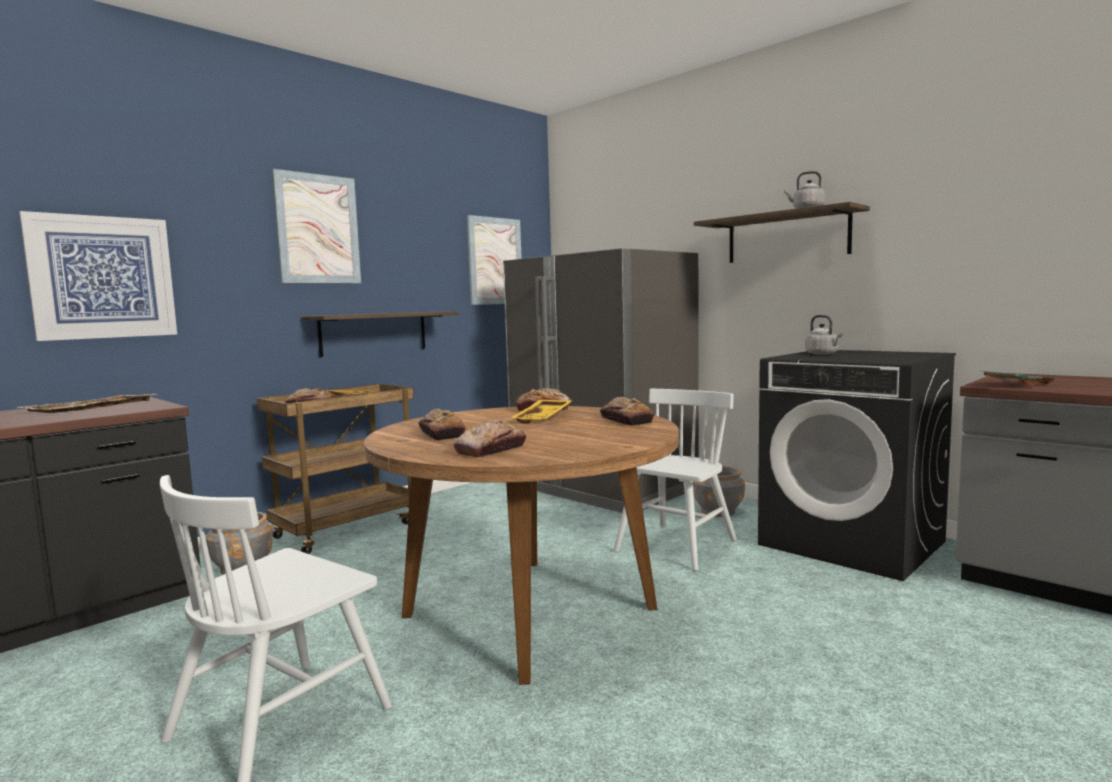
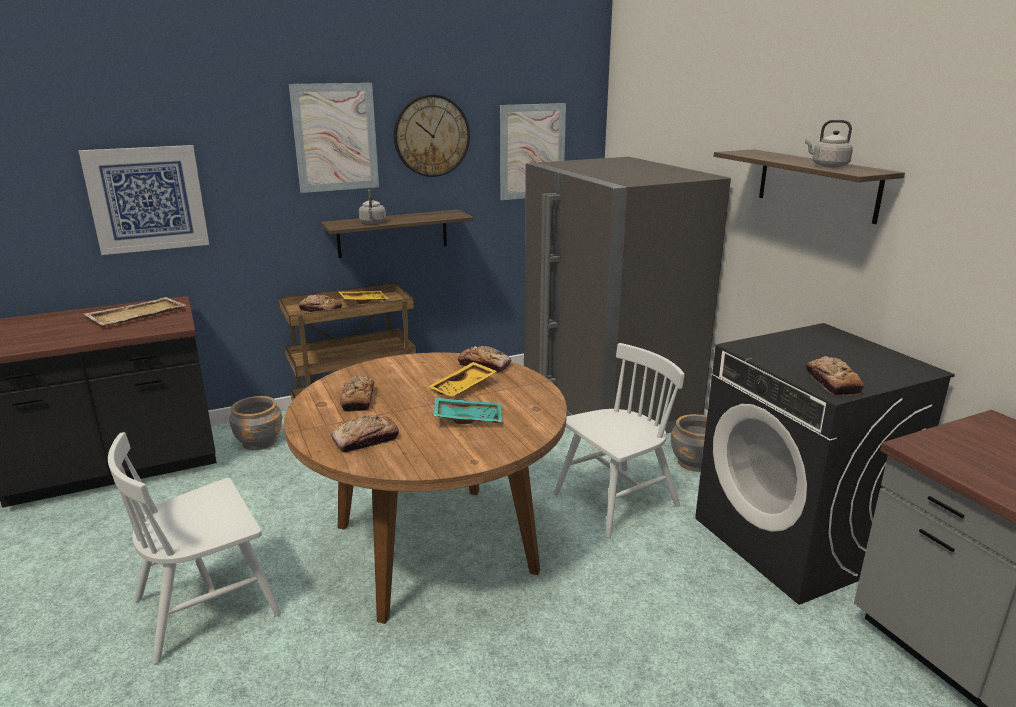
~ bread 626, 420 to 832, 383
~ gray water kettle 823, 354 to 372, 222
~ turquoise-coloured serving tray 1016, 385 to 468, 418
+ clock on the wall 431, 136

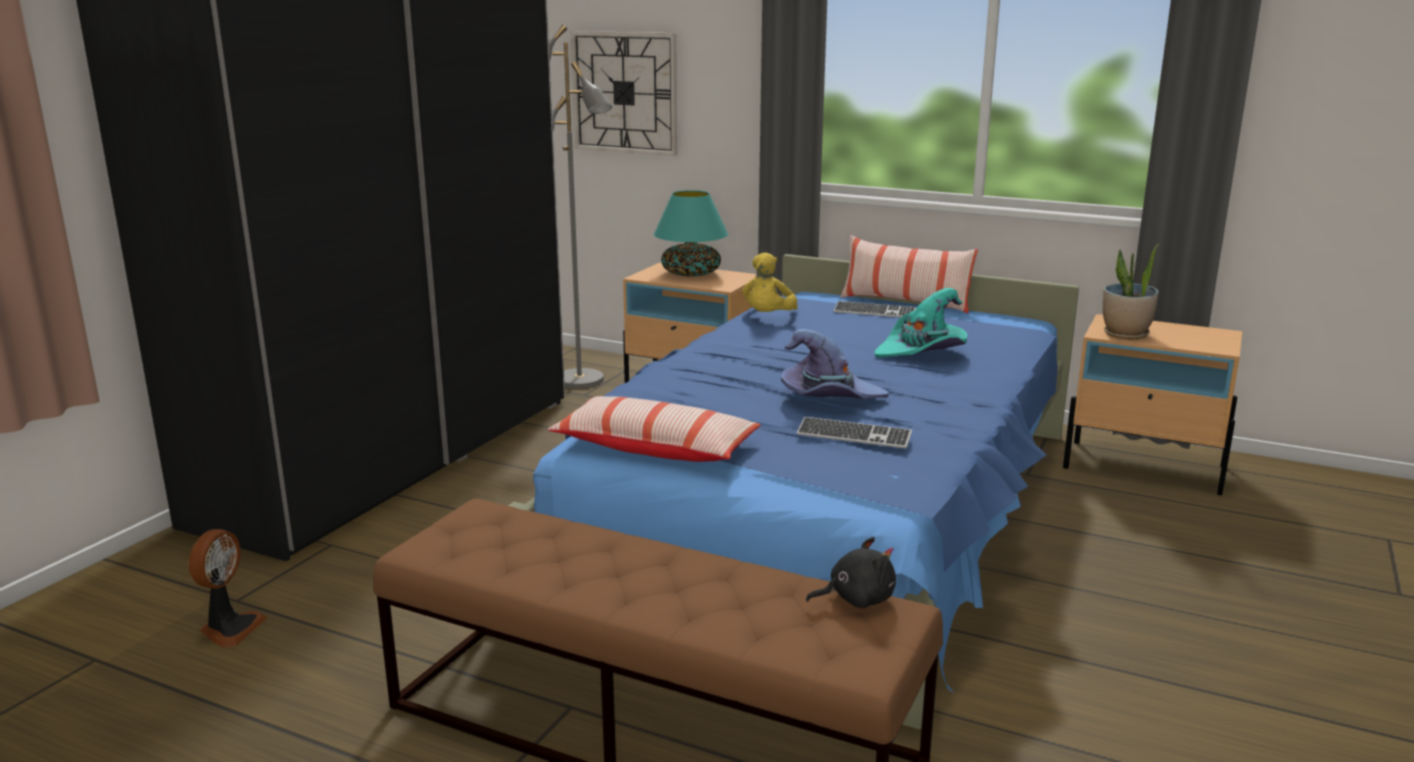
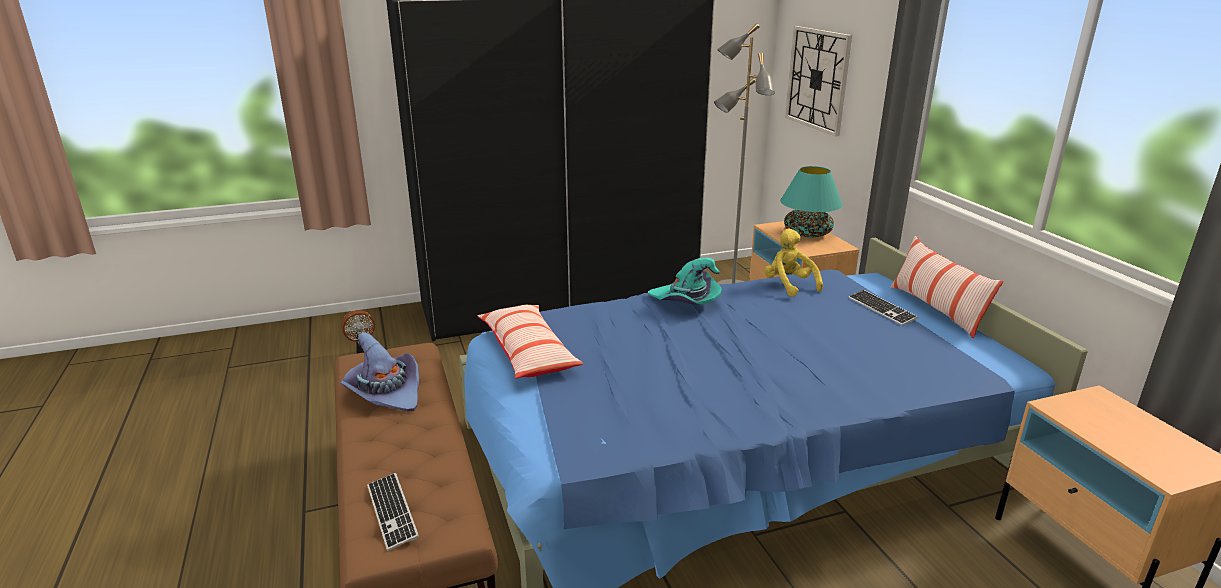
~ yellow-coloured plush toy 768, 317 = 789, 286 90 degrees clockwise
~ purplish hat 829, 397 to 385, 392
~ PC keyboard 853, 436 to 392, 512
- blackish plush toy 856, 599
~ turquoise-coloured hat 922, 351 to 686, 301
- houseplant 1125, 334

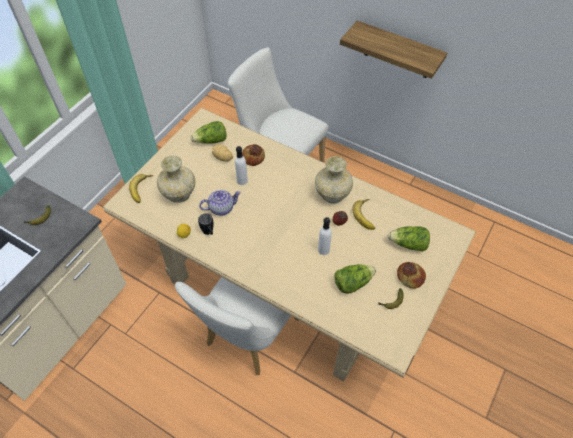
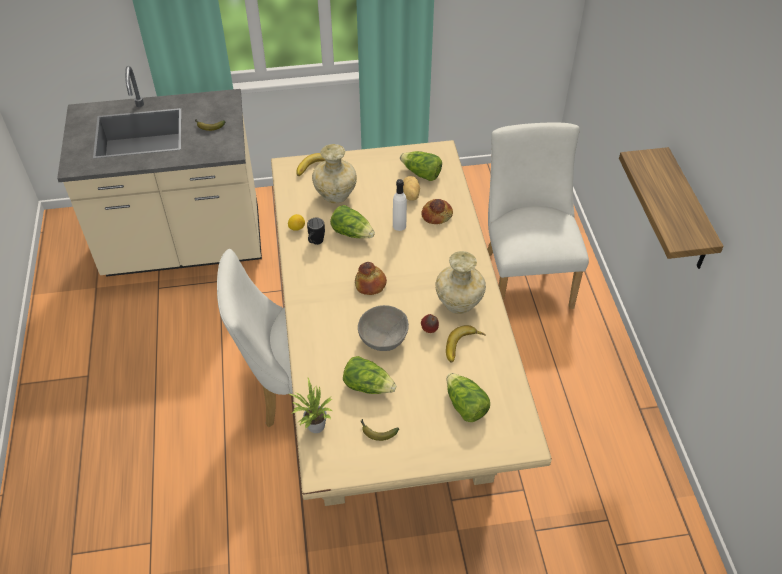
~ tea pot 221, 208 to lettuce 352, 233
~ white drink bottle 323, 250 to gray bowl 383, 338
~ bread 410, 276 to 371, 284
+ houseplant 313, 426

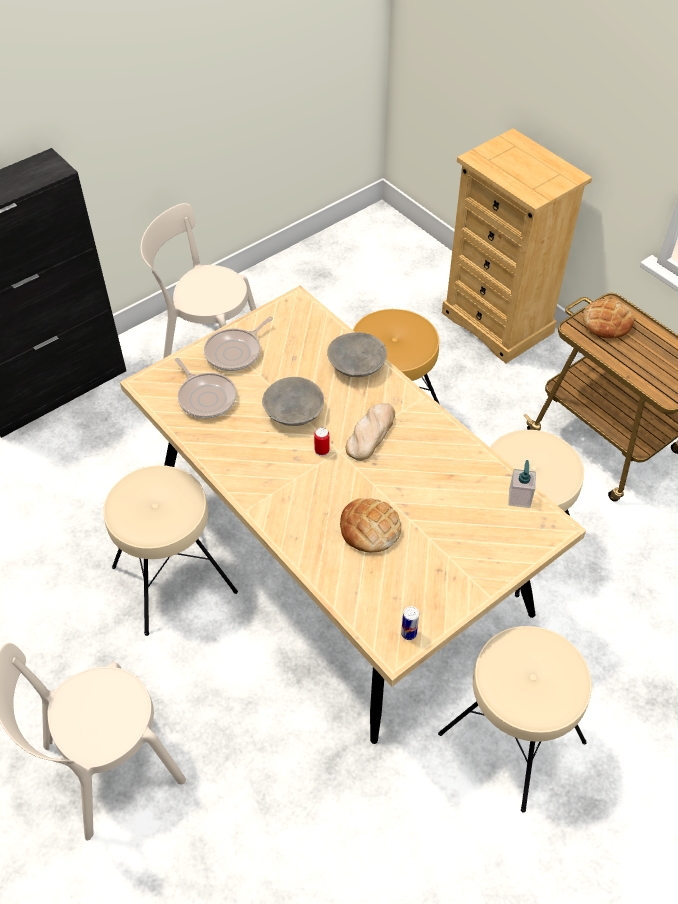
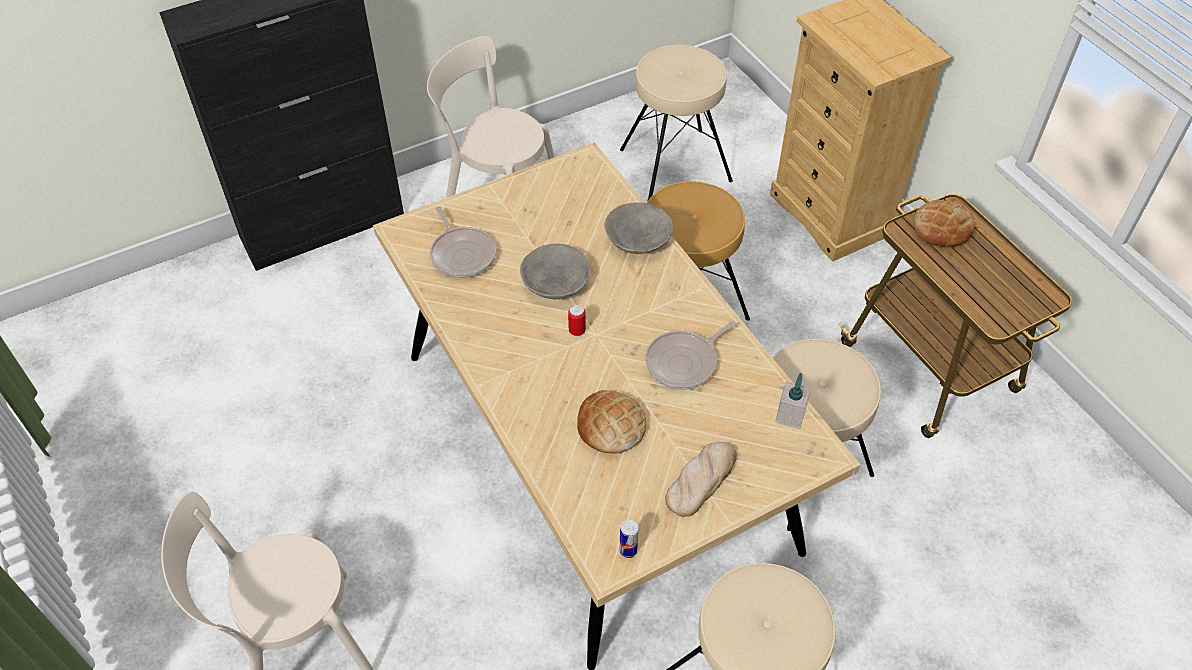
~ beige-coloured stool 173, 578 to 675, 164
~ skillet 235, 352 to 684, 363
~ bread 370, 433 to 701, 480

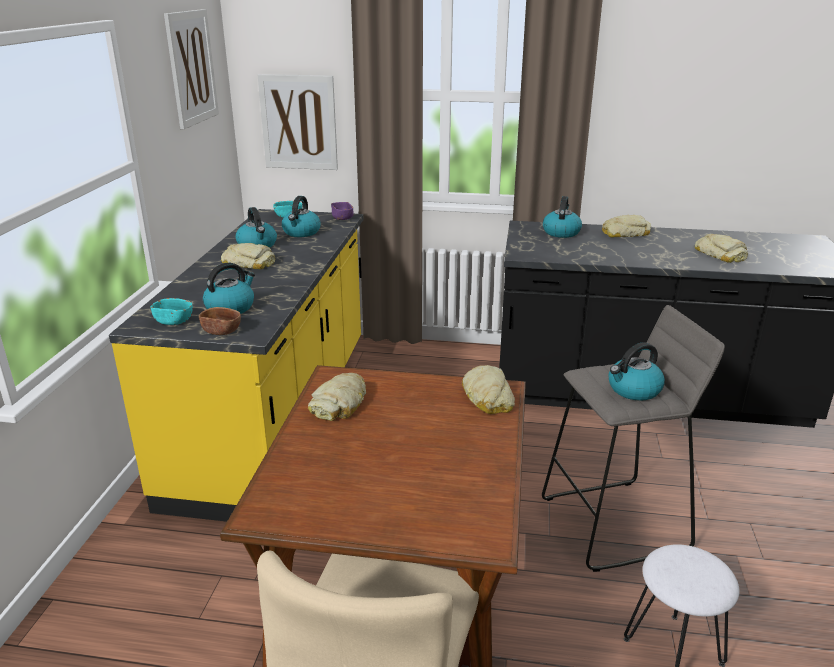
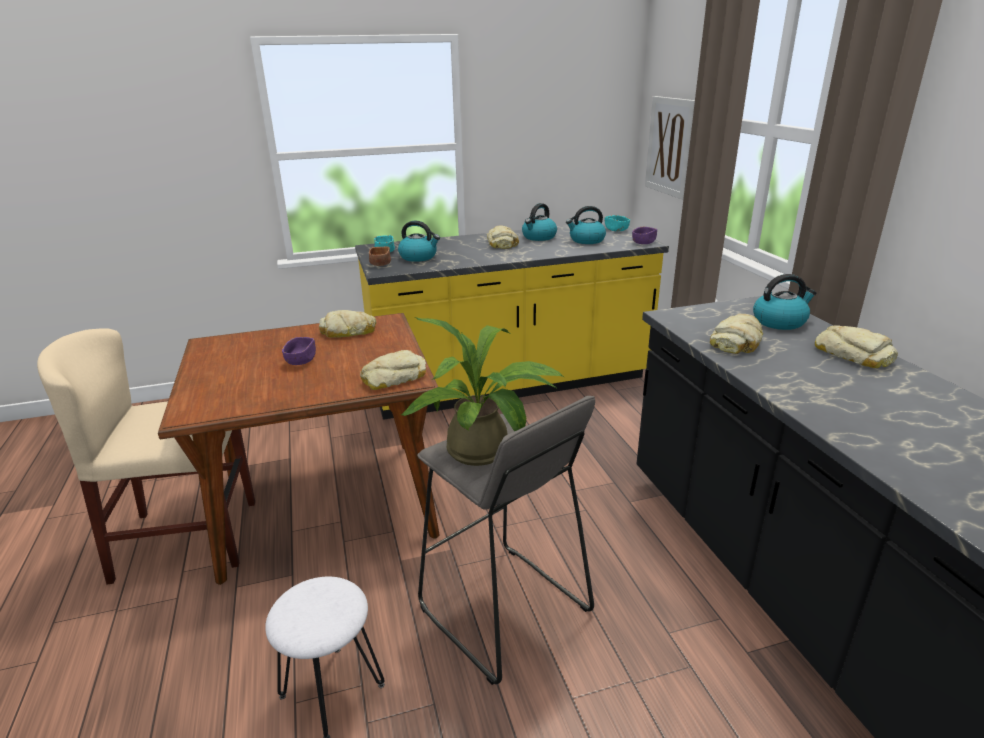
- picture 191, 68
~ water kettle 633, 390 to houseplant 485, 453
~ bread 720, 254 to 737, 341
+ purplish bowl 301, 360

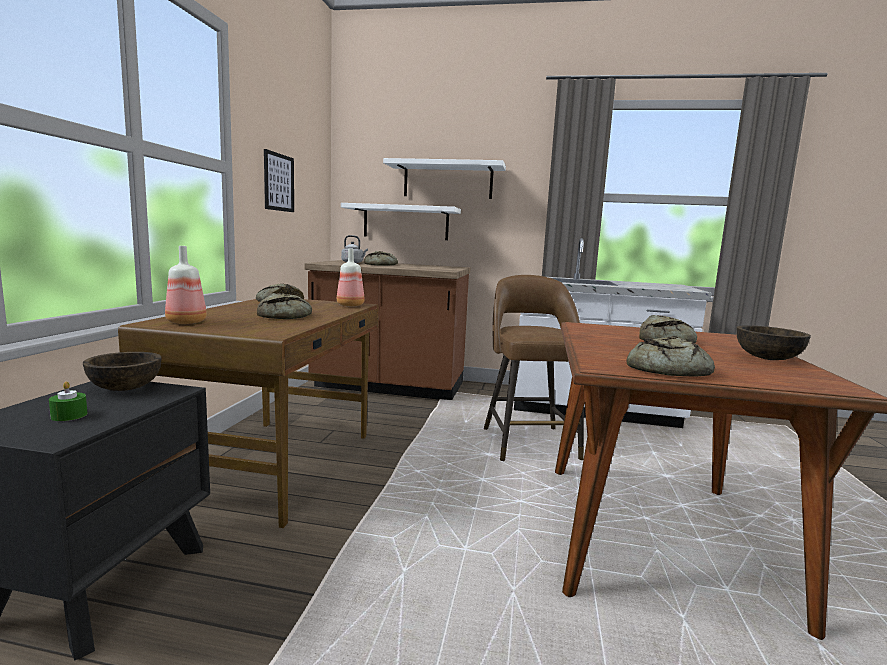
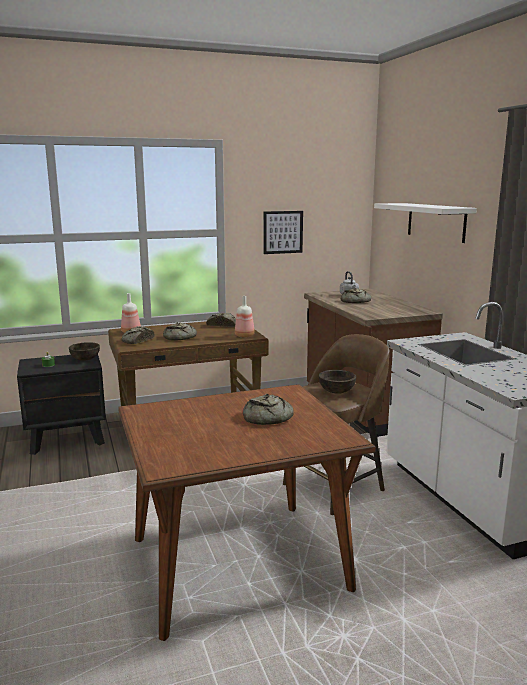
- white bracket shelf 405, 222
~ bread 665, 370 to 137, 340
~ brown-coloured bowl 768, 358 to 337, 391

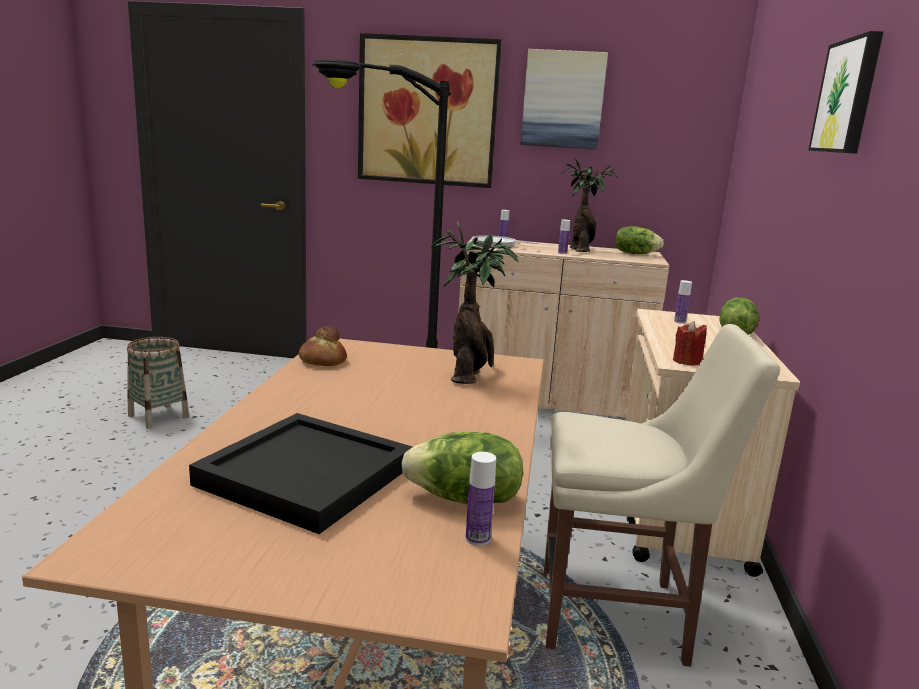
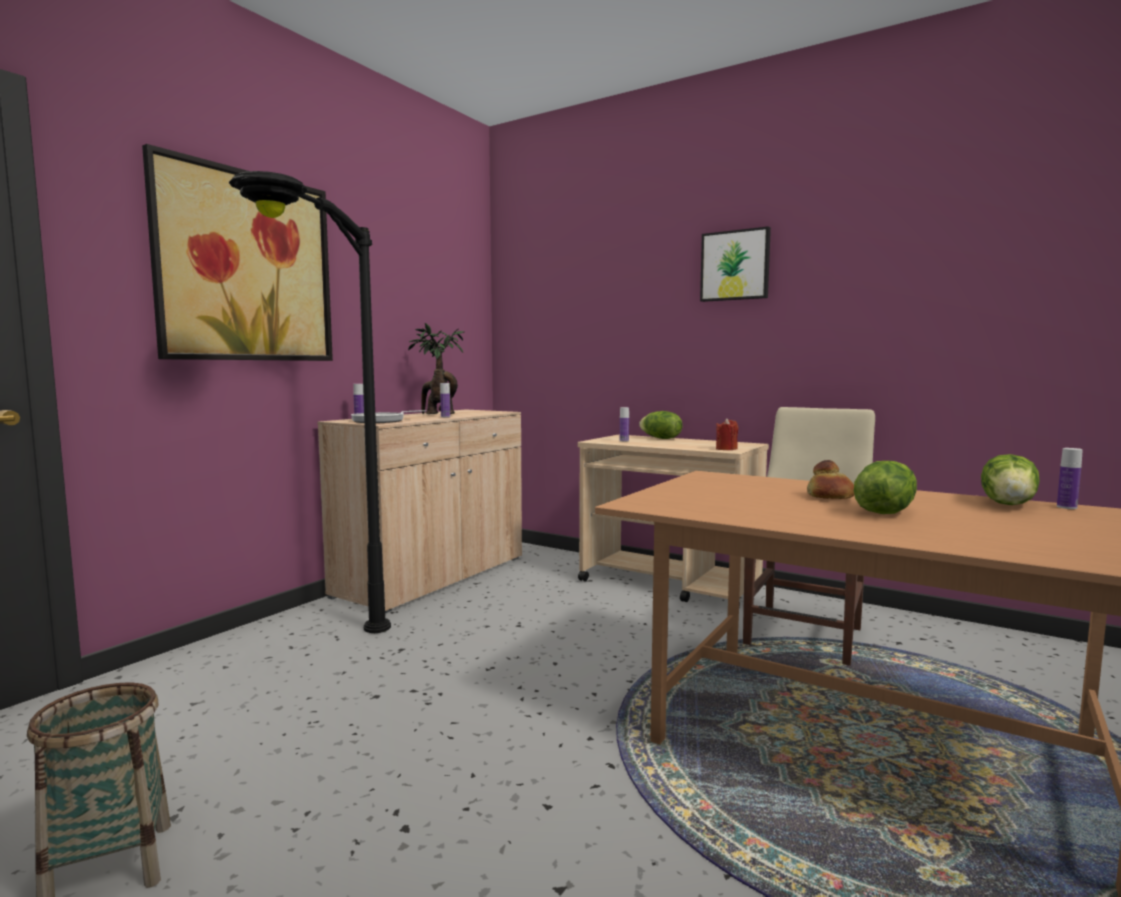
- blackish serving tray 308, 475
~ bread 322, 361 to 829, 497
- houseplant 469, 376
- picture 563, 100
~ lettuce 635, 254 to 884, 512

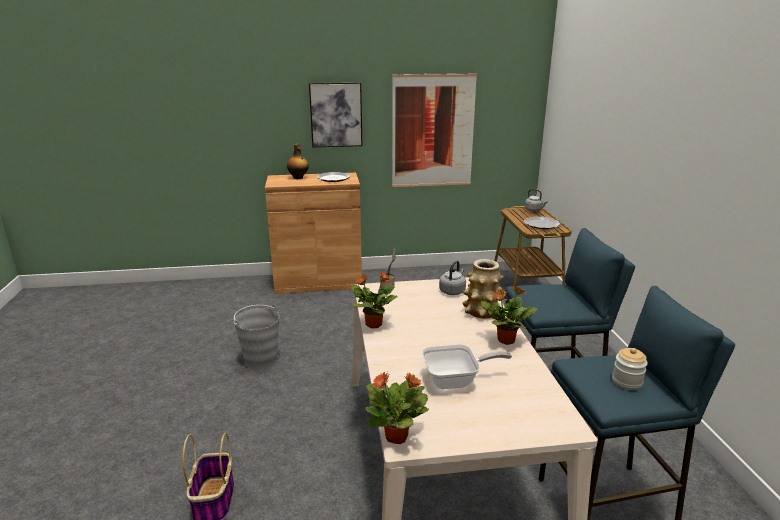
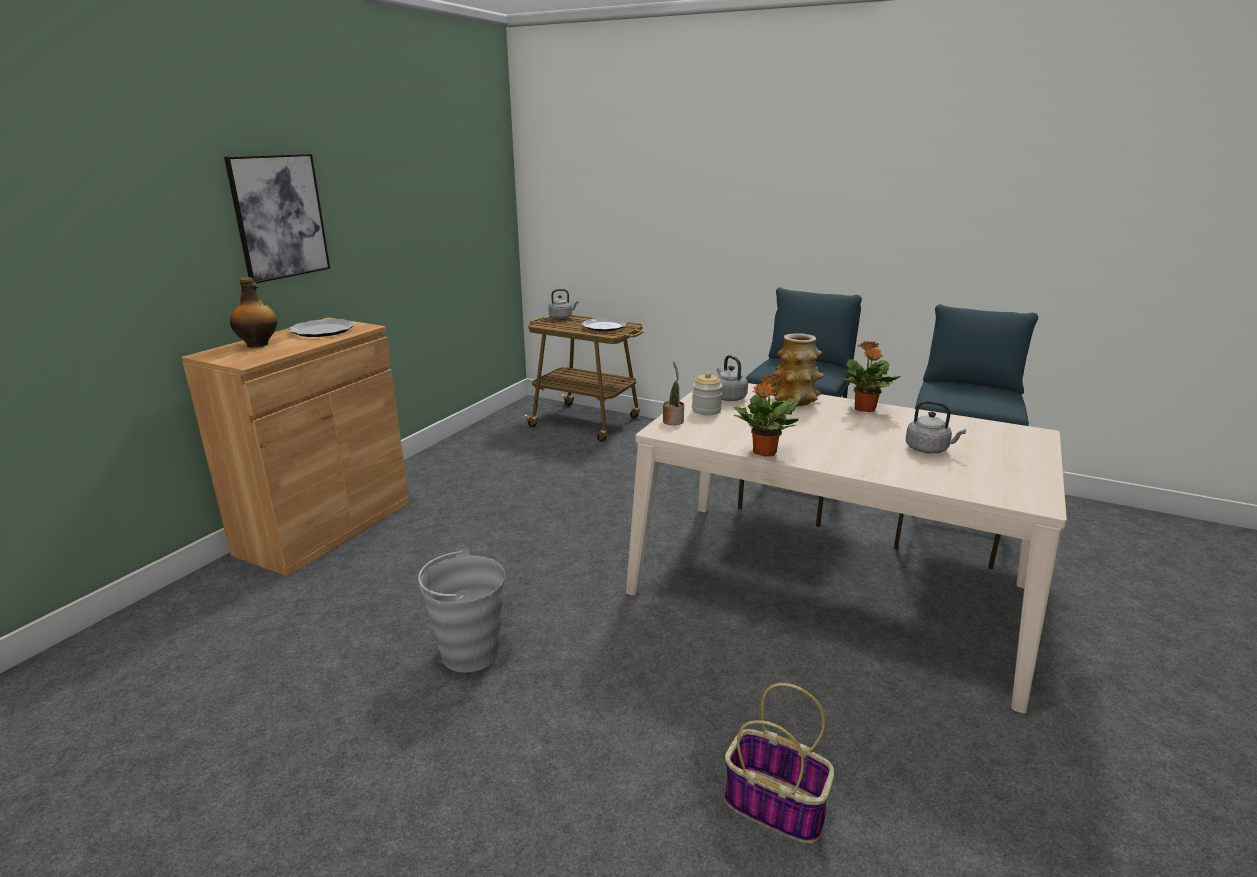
- houseplant 397, 437
- picture 433, 131
~ skillet 456, 380 to gray water kettle 929, 449
~ storage jar 627, 382 to 706, 410

